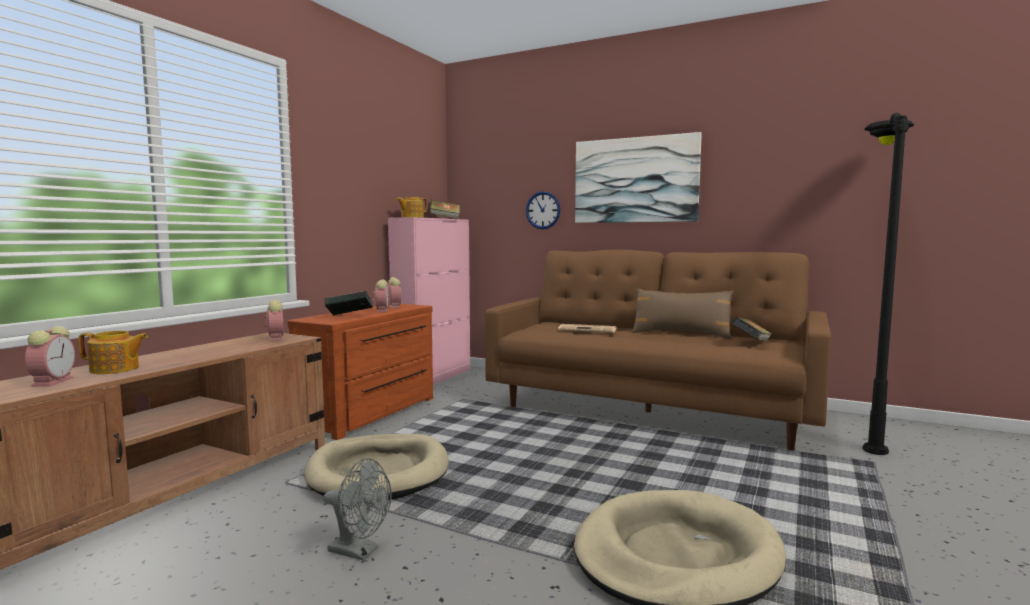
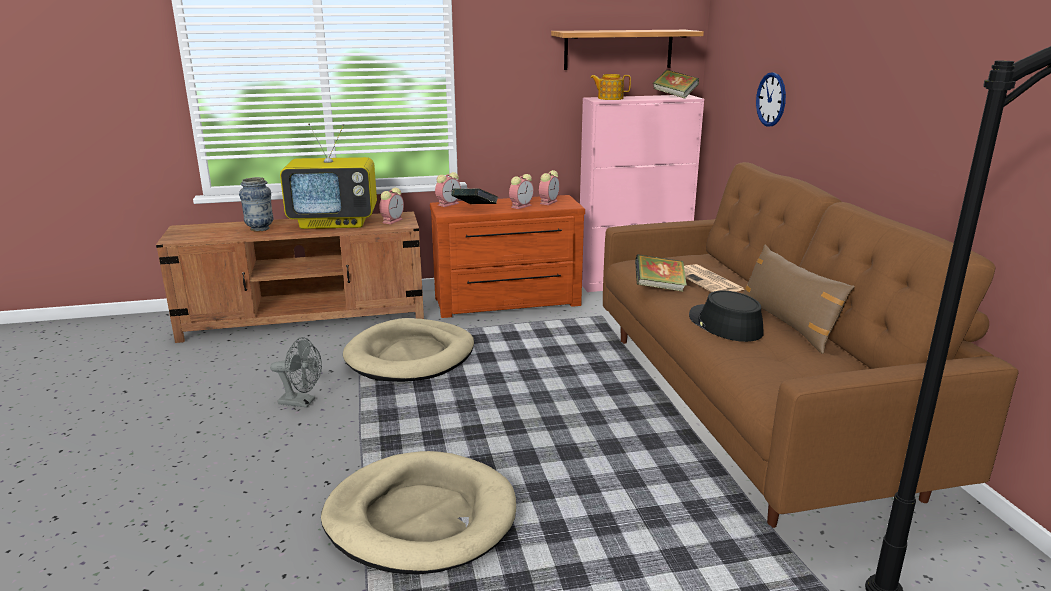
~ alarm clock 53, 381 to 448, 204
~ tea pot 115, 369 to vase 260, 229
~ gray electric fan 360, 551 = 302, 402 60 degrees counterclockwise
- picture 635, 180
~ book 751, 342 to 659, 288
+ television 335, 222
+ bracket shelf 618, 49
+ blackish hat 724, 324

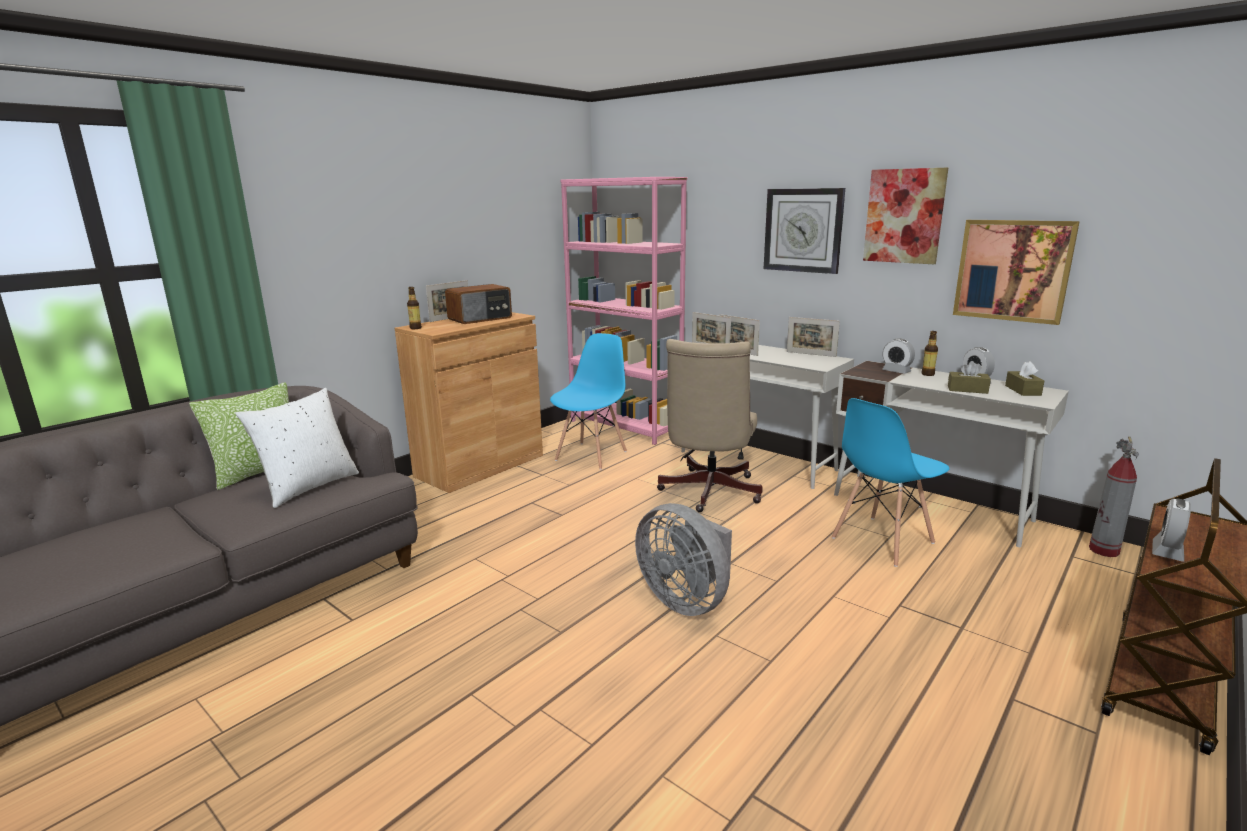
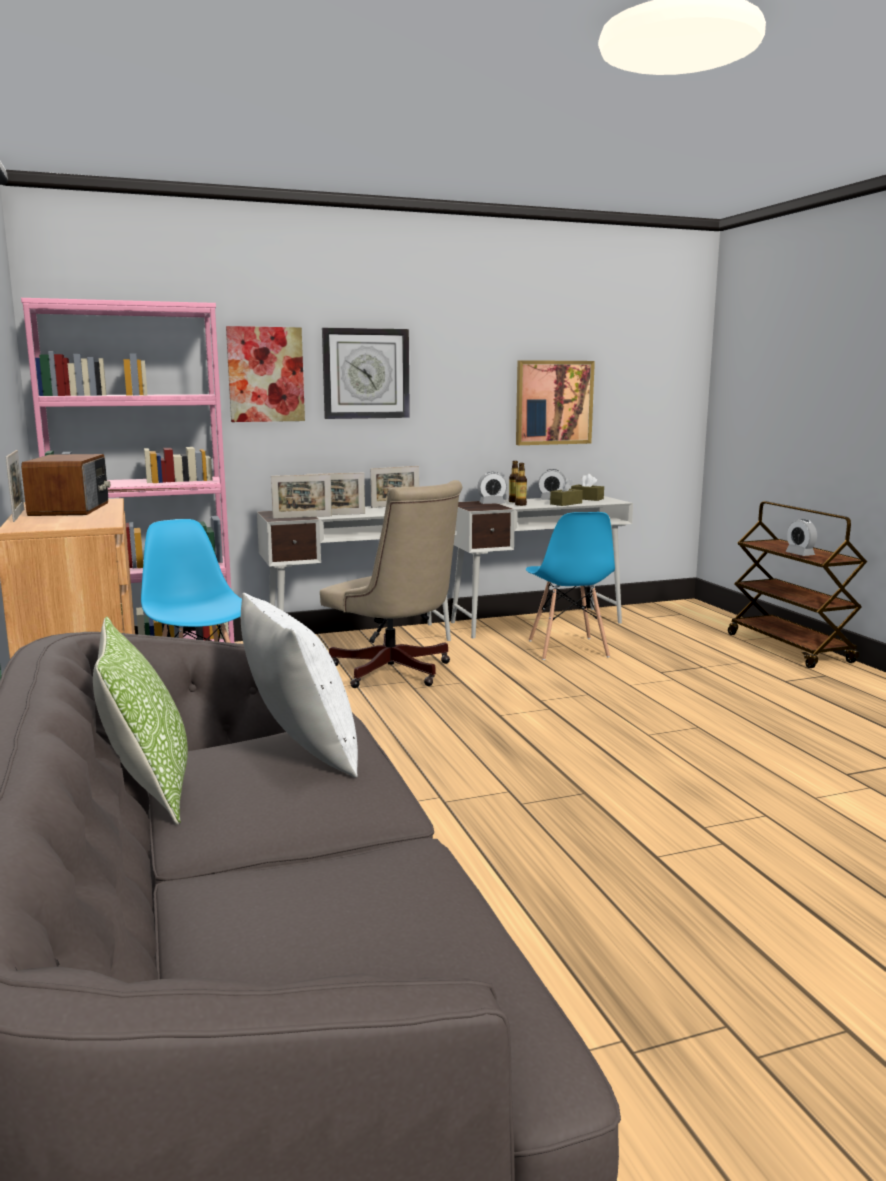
~ drink bottle 415, 328 to 520, 504
- gray electric fan 686, 600
~ picture 904, 216 to 265, 374
- extinguisher 1104, 551

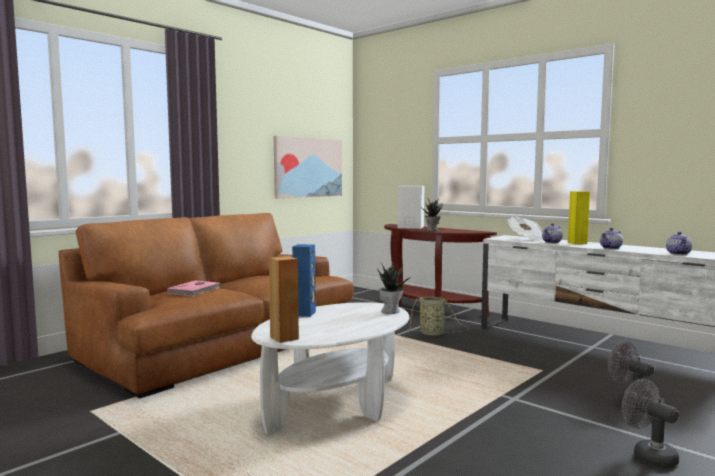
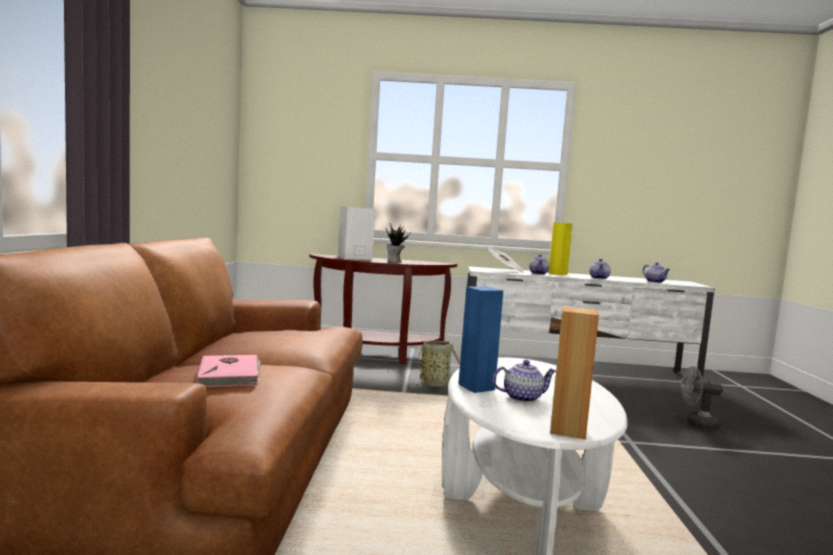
- picture 308, 167
- houseplant 391, 311
- gray electric fan 648, 455
+ tea pot 522, 397

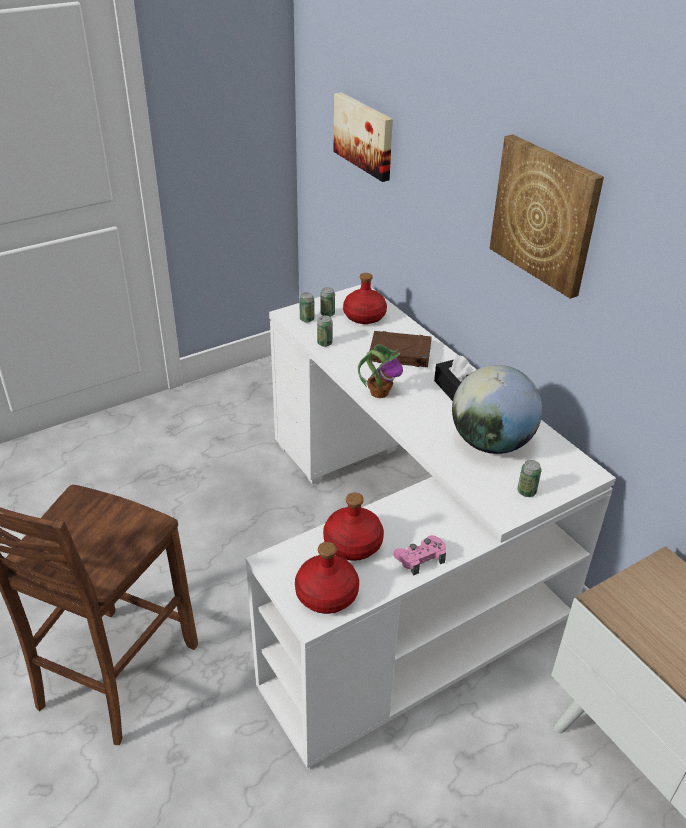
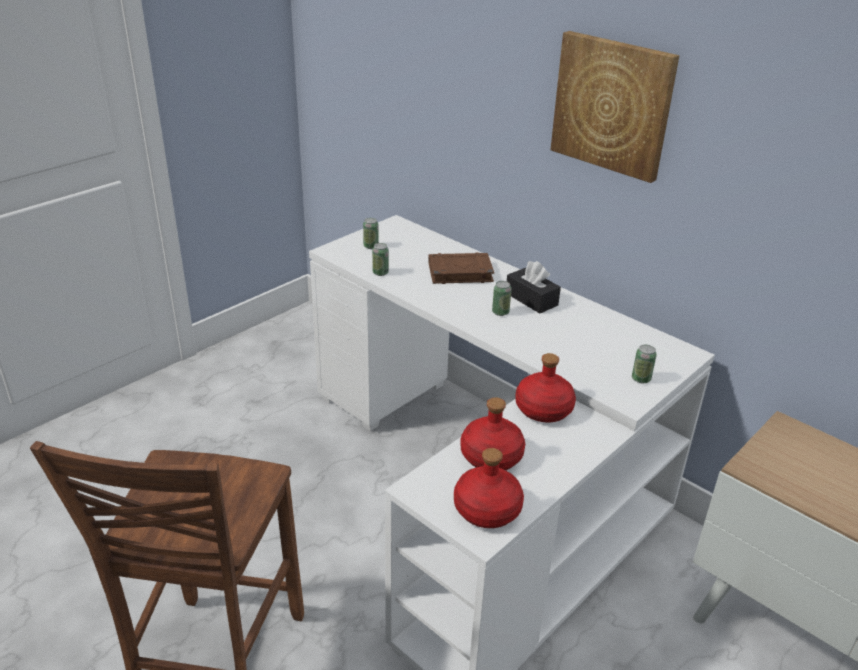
~ can 307, 319 to 500, 312
- picture 365, 135
~ red drink bottle 364, 316 to 543, 409
- houseplant 379, 392
- pink game controller 420, 558
- world globe 490, 443

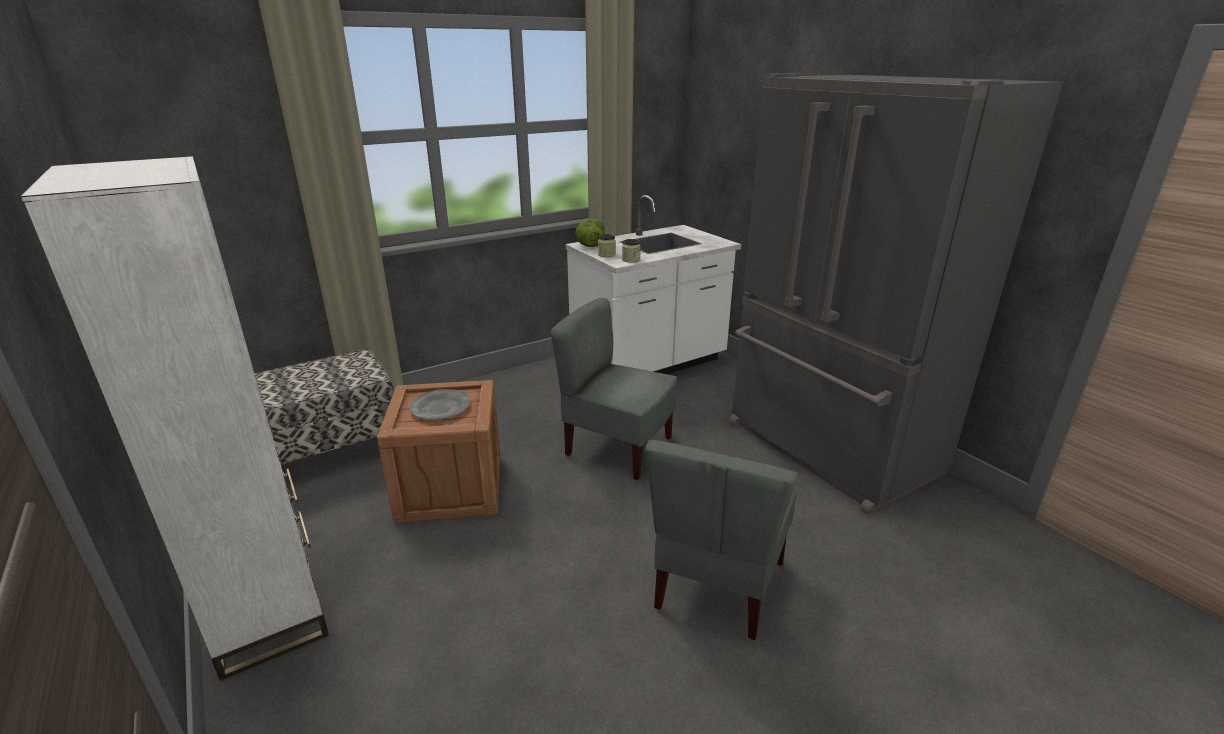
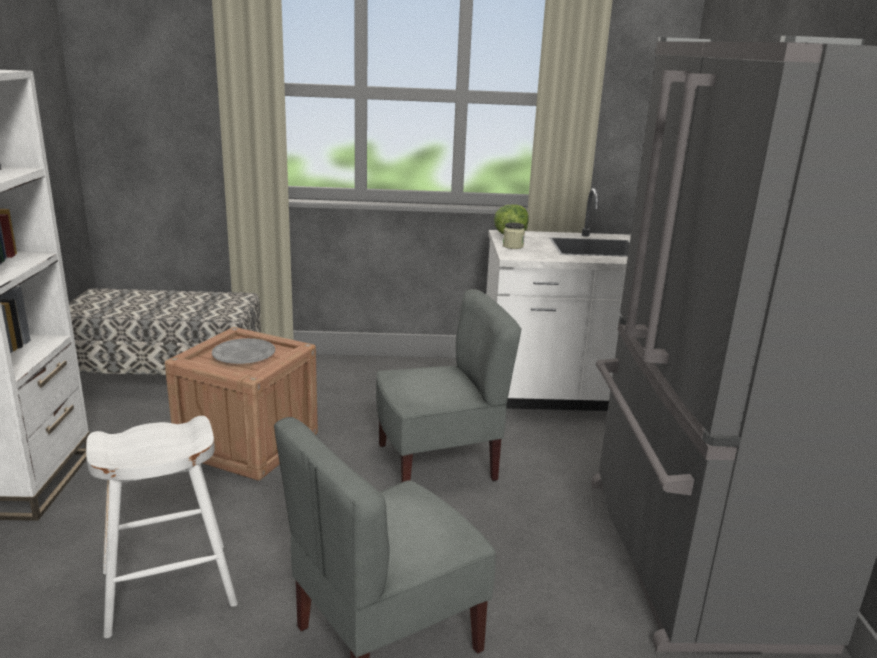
~ gray plain chair 617, 448 = 437, 464 105 degrees clockwise
- storage jar 631, 260
+ white stool 169, 588

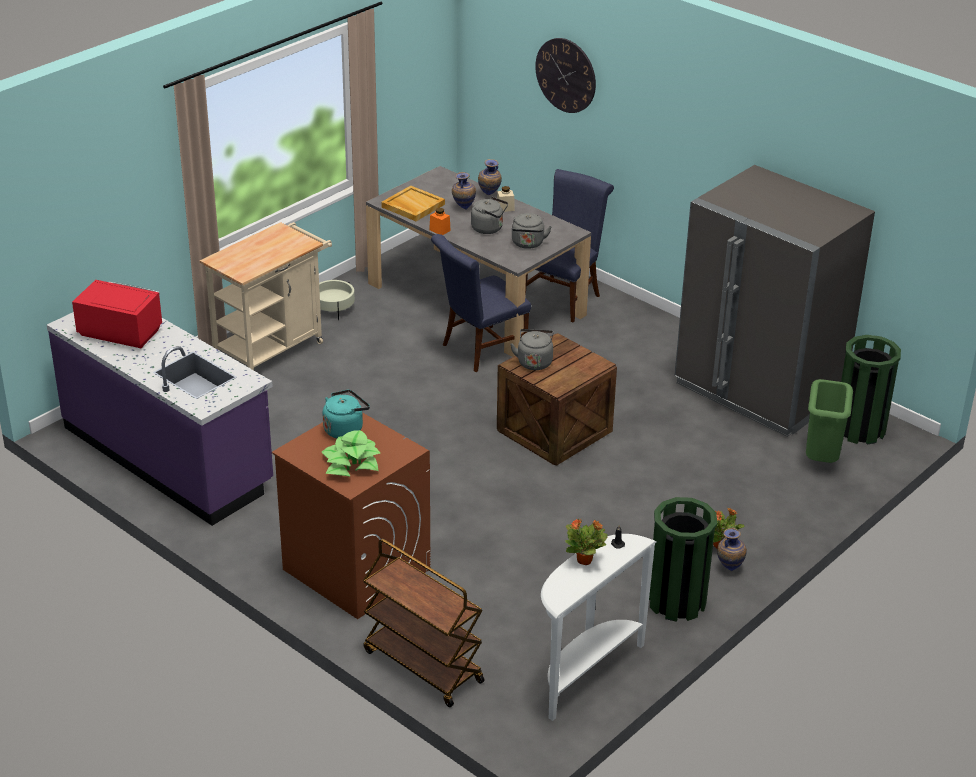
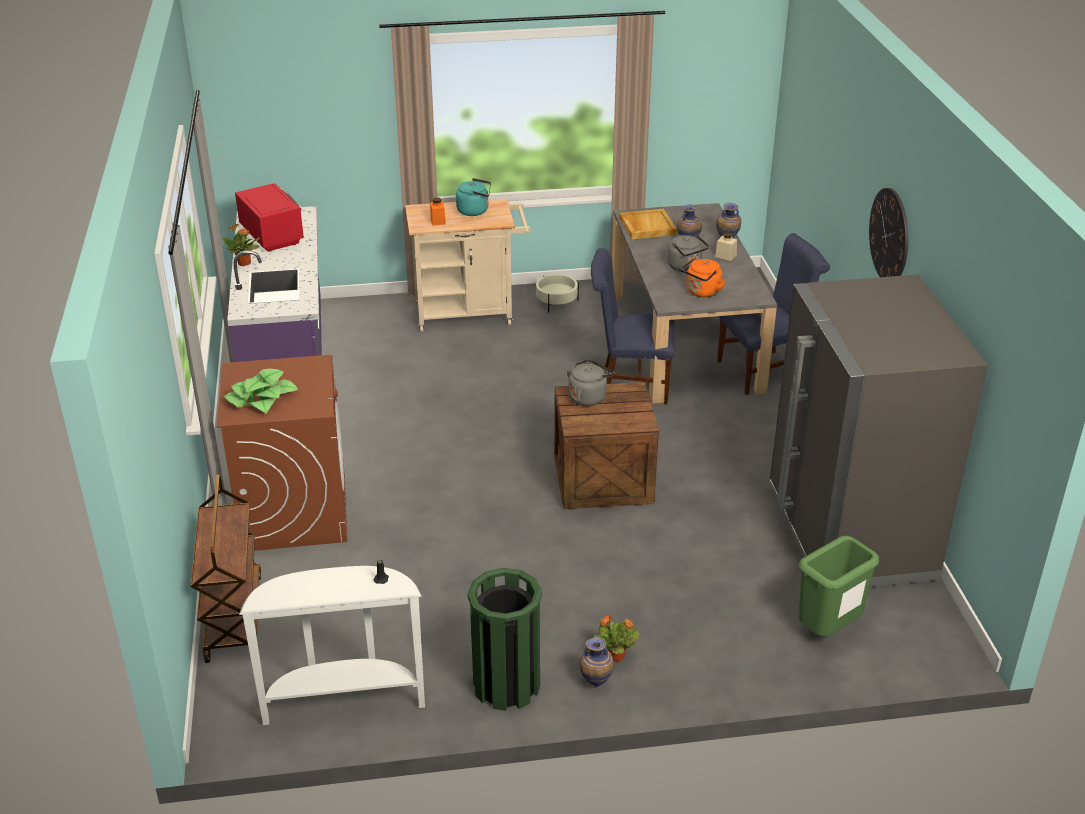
~ turquoise-coloured water kettle 345, 429 to 475, 211
~ orange storage jar 439, 230 to 438, 221
~ gray water kettle 528, 244 to orange water kettle 702, 292
~ clock on the wall 566, 75 to 889, 235
~ houseplant 585, 560 to 244, 263
- green-coloured rubbish bin 859, 429

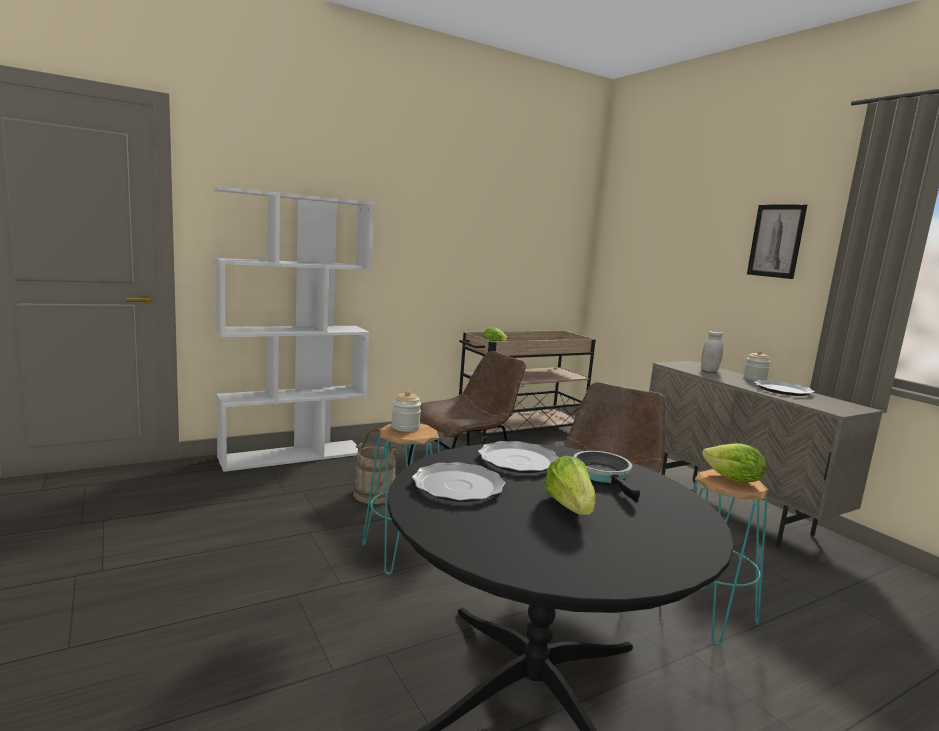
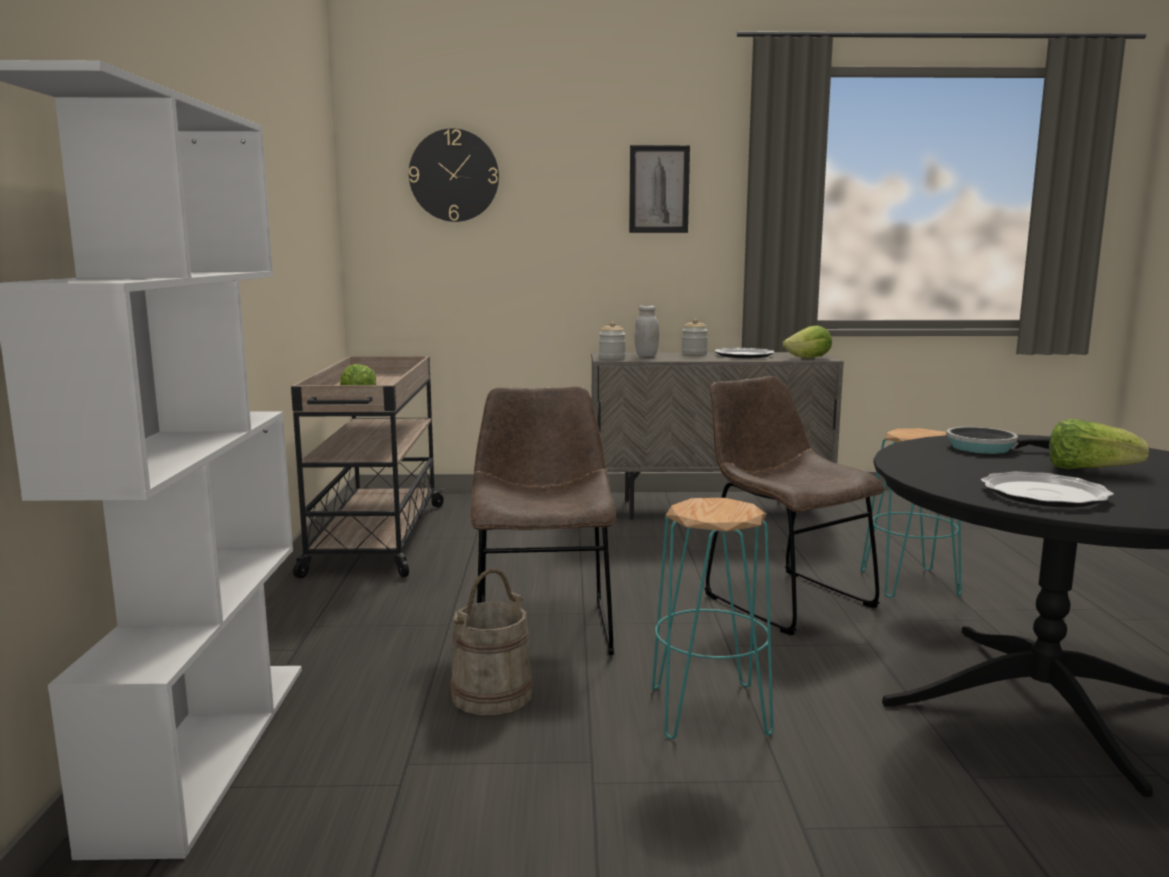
~ storage jar 405, 427 to 612, 358
- dinner plate 517, 460
~ lettuce 733, 480 to 809, 358
+ clock on the wall 454, 175

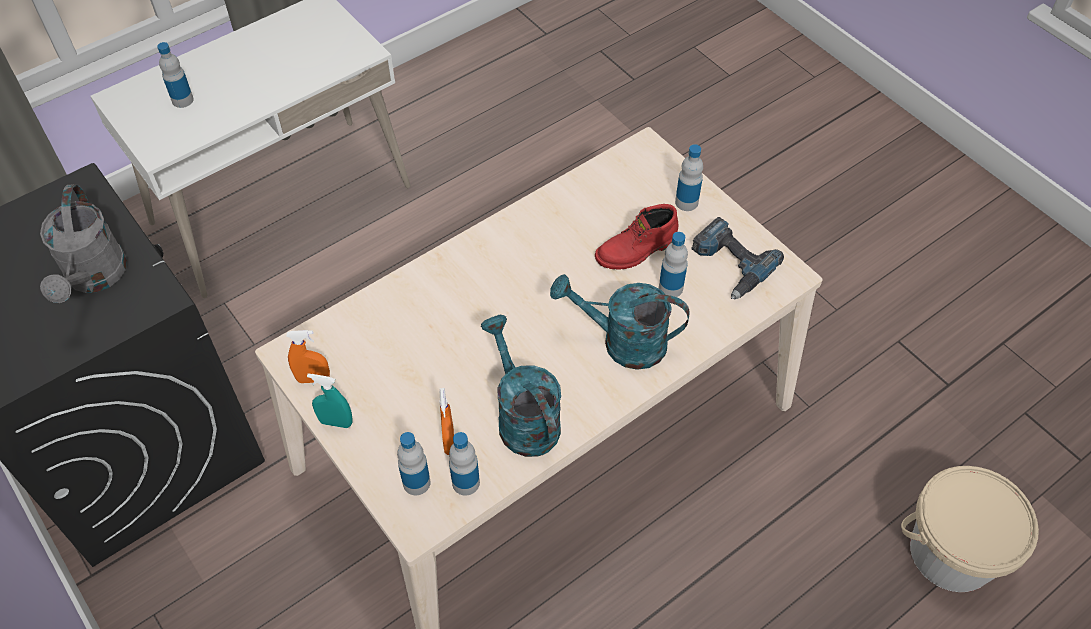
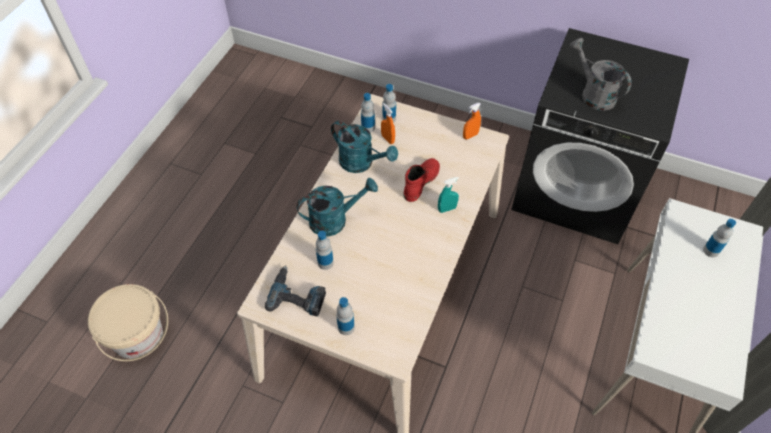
~ turquoise-coloured hand sprayer 336, 422 to 447, 209
~ red high-top boot 636, 251 to 420, 182

